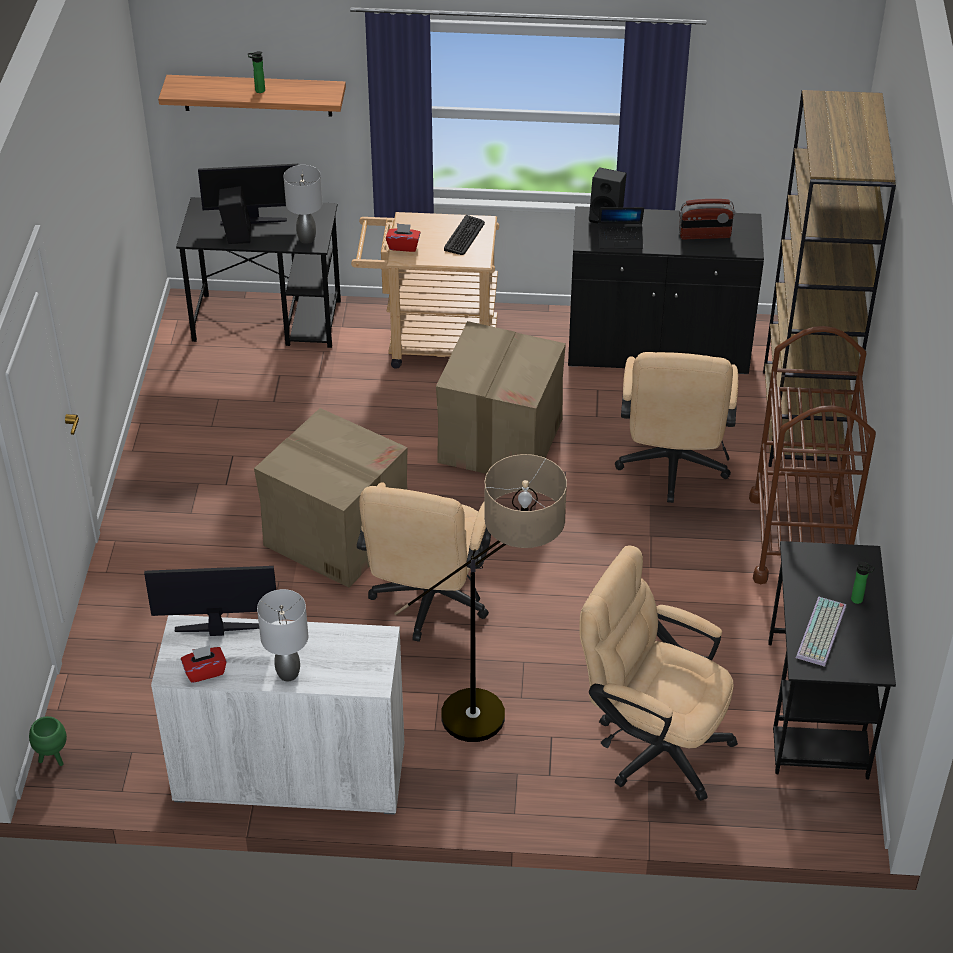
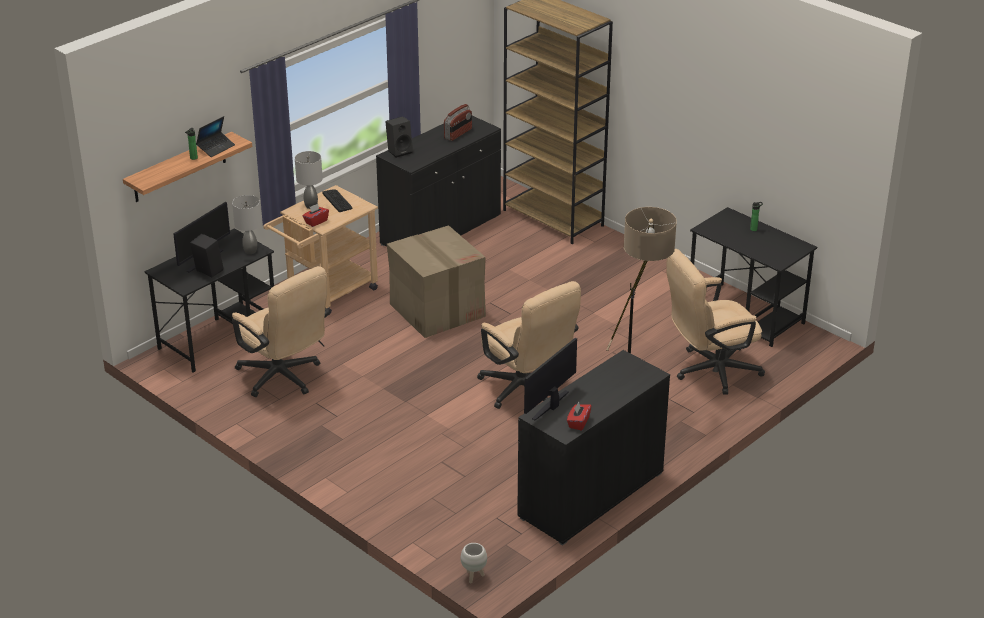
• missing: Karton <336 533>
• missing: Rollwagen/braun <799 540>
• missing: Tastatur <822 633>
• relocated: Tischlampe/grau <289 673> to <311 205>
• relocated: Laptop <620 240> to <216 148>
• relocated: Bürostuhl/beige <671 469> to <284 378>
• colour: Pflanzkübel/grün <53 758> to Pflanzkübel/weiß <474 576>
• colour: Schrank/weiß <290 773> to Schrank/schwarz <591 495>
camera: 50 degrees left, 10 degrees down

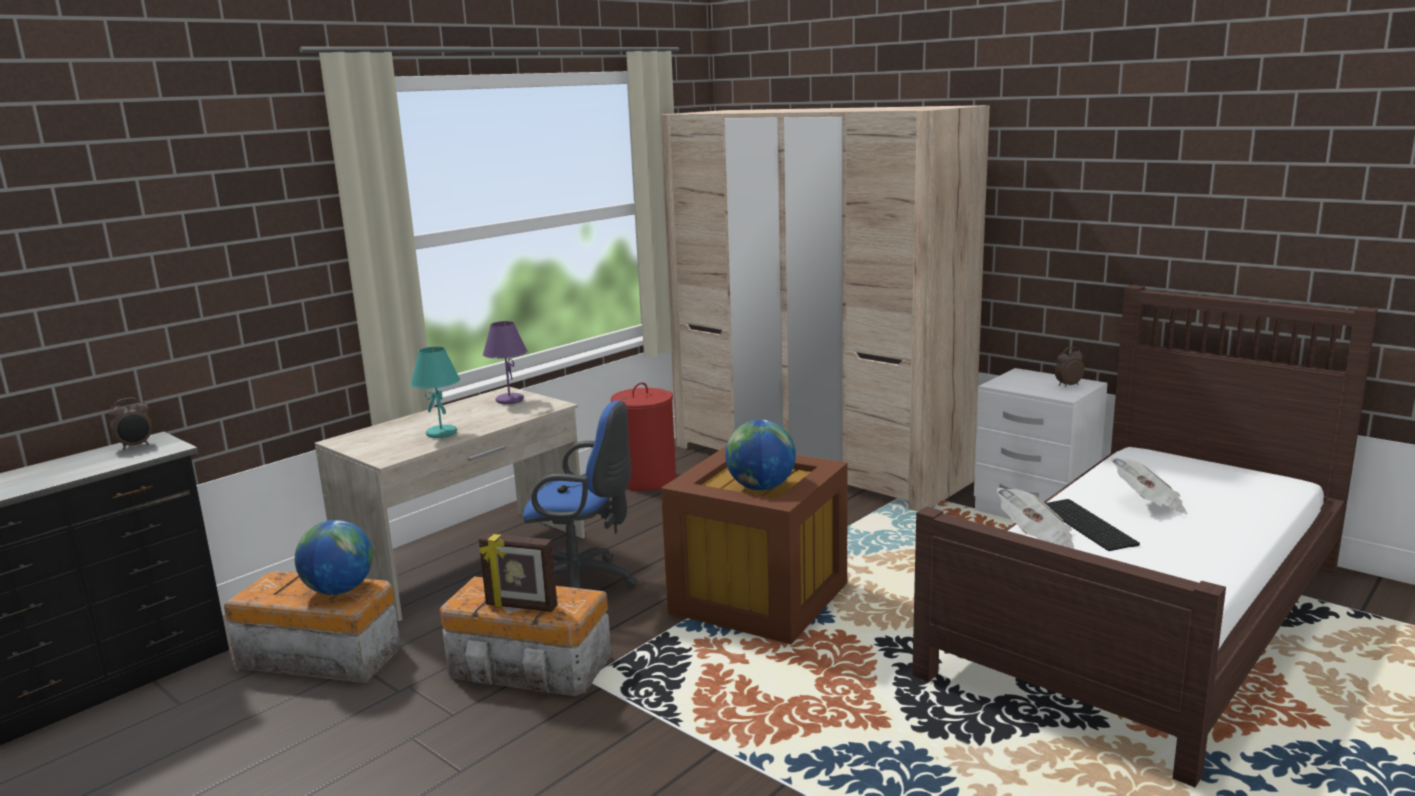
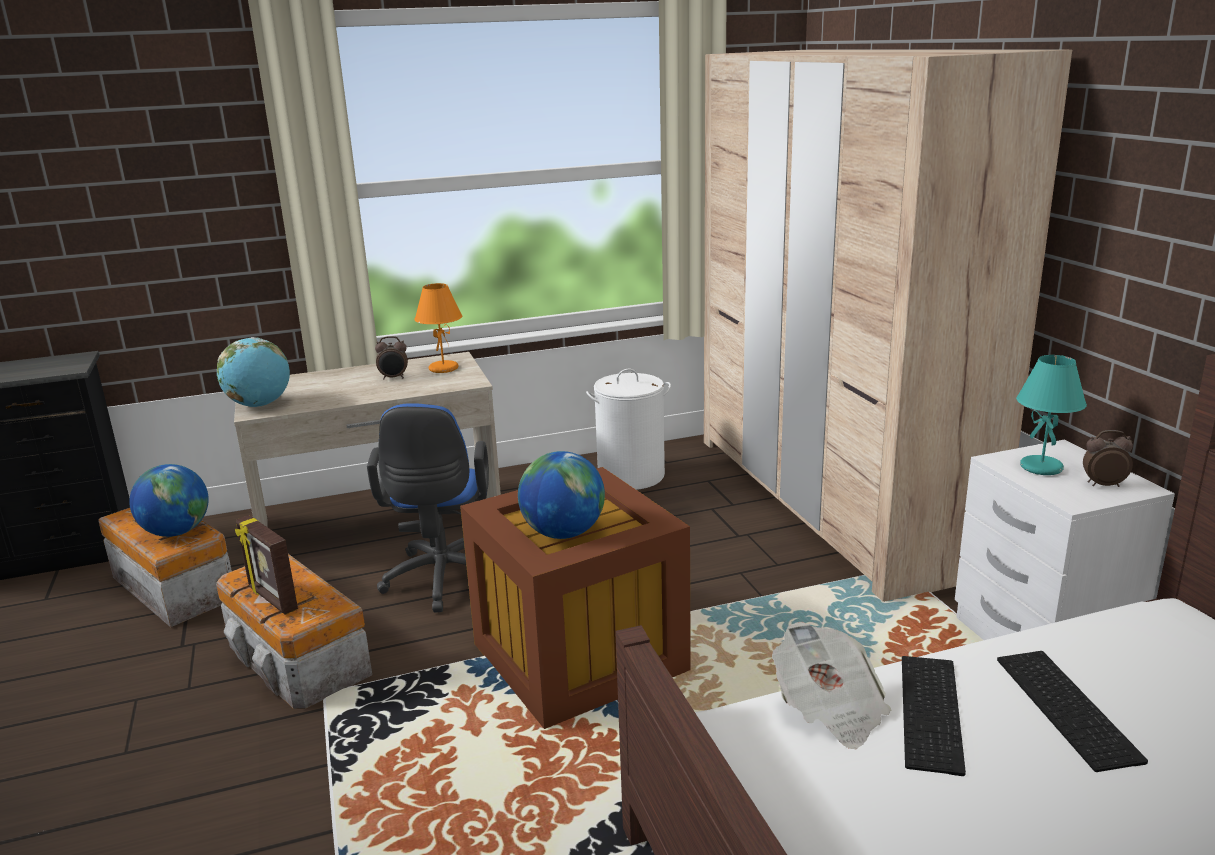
• appeared: Globus <259 405>
• relocated: Wecker <136 446> to <394 378>
• relocated: Tischlampe/türkis <442 433> to <1042 467>
• exchanged: Zeitung <1148 504> to Tastatur <1070 708>
• colour: Tischlampe/lila <509 400> to Tischlampe/orange <443 368>
• colour: Wäschekorb/rot <646 479> to Wäschekorb/weiß <631 476>
• spun: Bürostuhl/blau <583 584> = <442 581> 45 degrees clockwise
camera: 30 degrees right, 5 degrees up

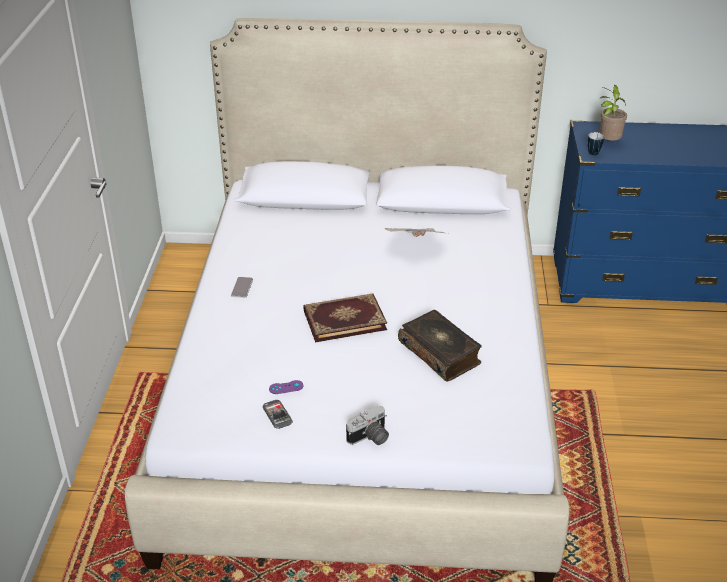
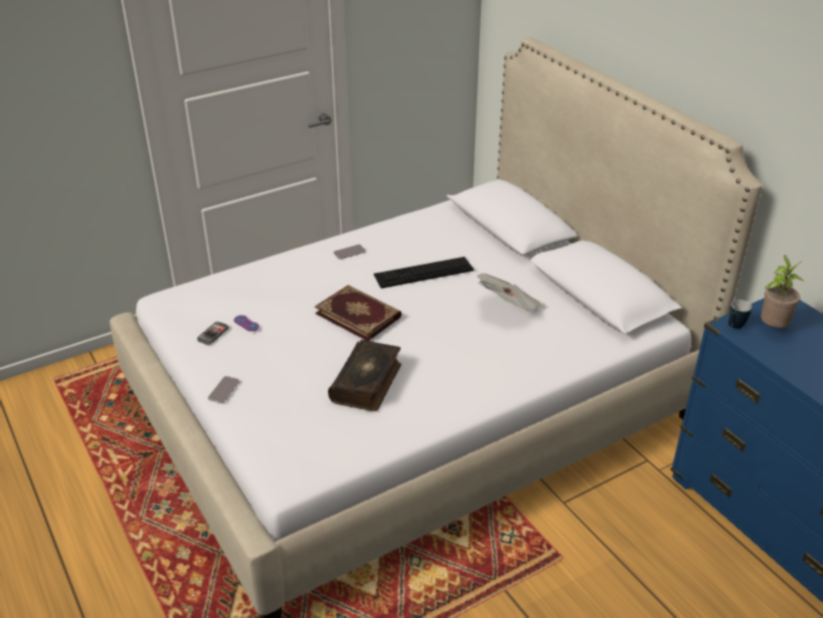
• appeared: Tastatur <423 272>
• exchanged: Kamera <370 438> to Handy <224 390>
camera: 55 degrees right, 0 degrees up

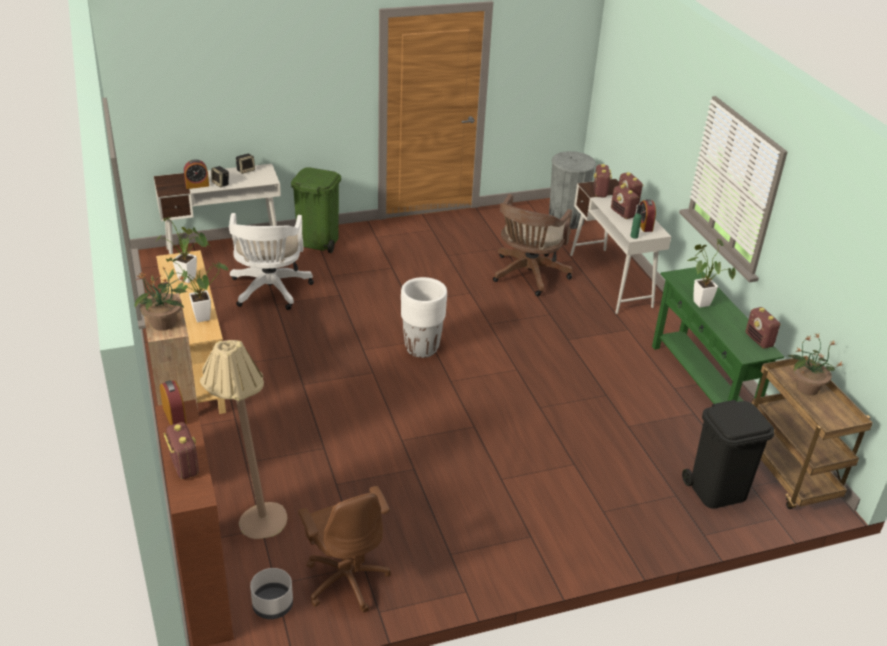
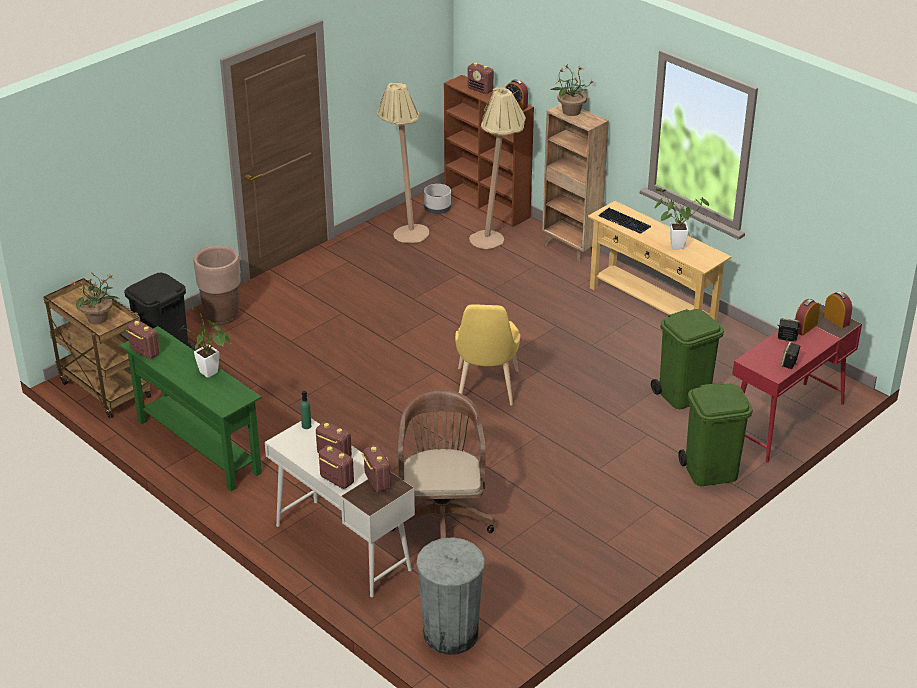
• appeared: Pflanzkübel/braun <222 316>
• relocated: Wecker <644 225> to <836 320>
• exchanged: Topfpflanze <198 318> to Tastatur <624 221>
• exchanged: Bürostuhl/weiß <269 291> to Mülleimer/grün <684 395>
• exchanged: Bürostuhl/braun <346 579> to Stehlampe/beige <405 231>
• exchanged: Pflanzkübel/weiß <422 348> to Stuhl/gelb <486 390>
• colour: Schreibtisch/weiß <224 251> to Schreibtisch/rot <786 422>
camera: 155 degrees right, 0 degrees up

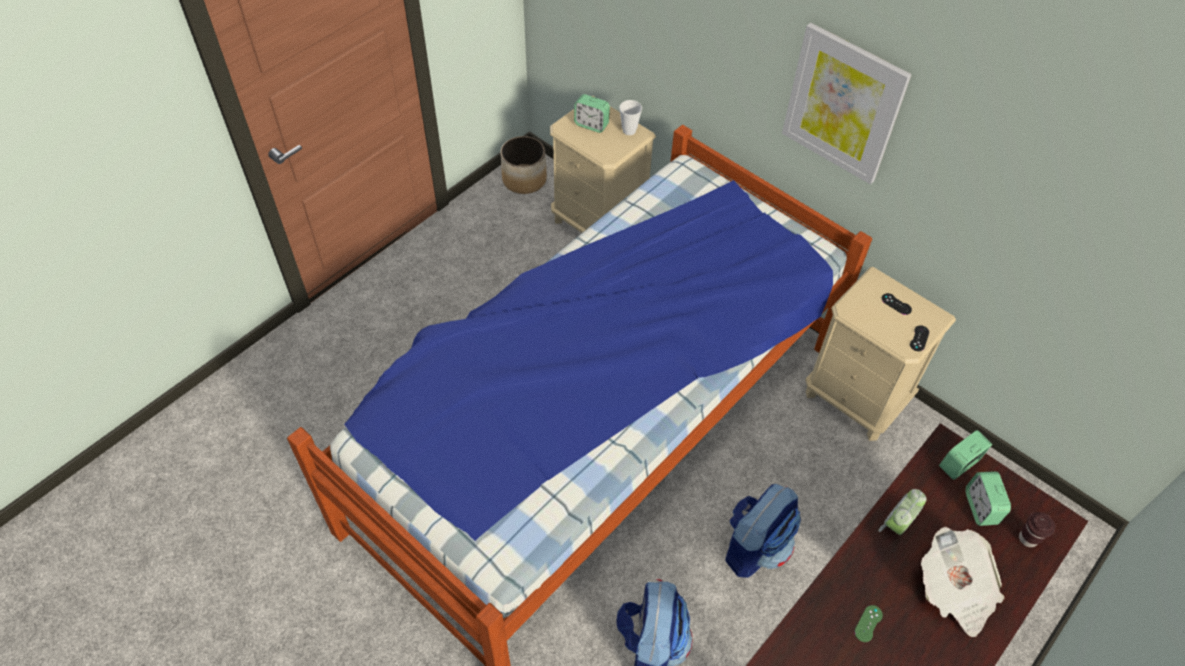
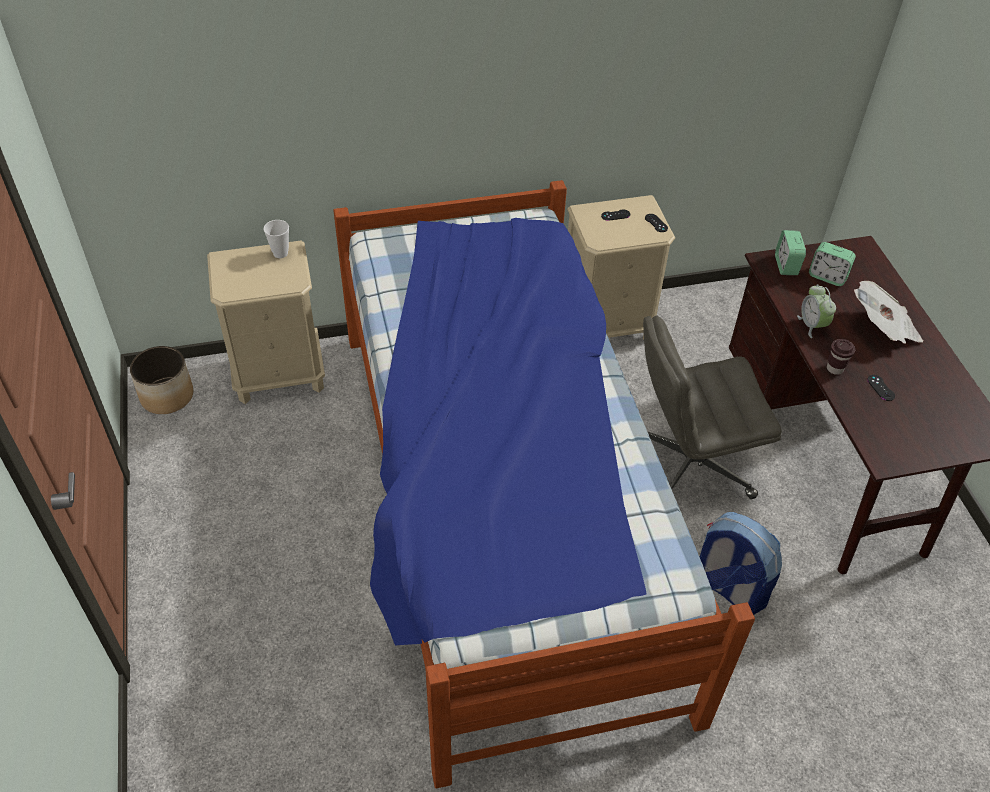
• missing: Wecker <591 124>
• missing: Bild <843 104>
• relocated: Tasse/braun <1028 539> to <835 368>
• exchanged: Rucksack <755 546> to Bürostuhl/grau <687 466>
• colour: Gamepad/grün <868 623> to Gamepad/schwarz <881 388>
camera: 55 degrees left, 5 degrees down

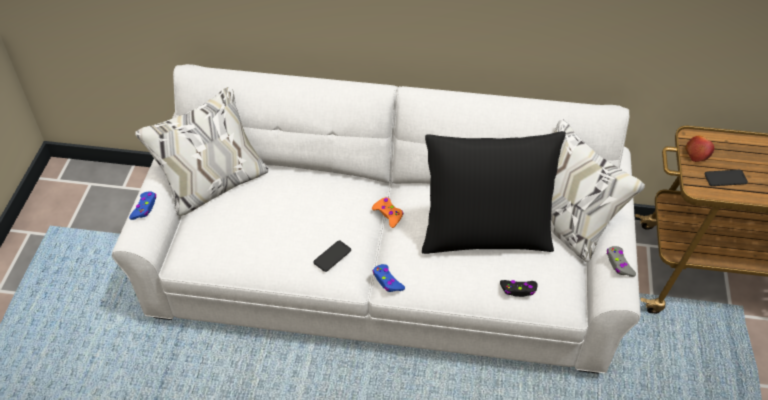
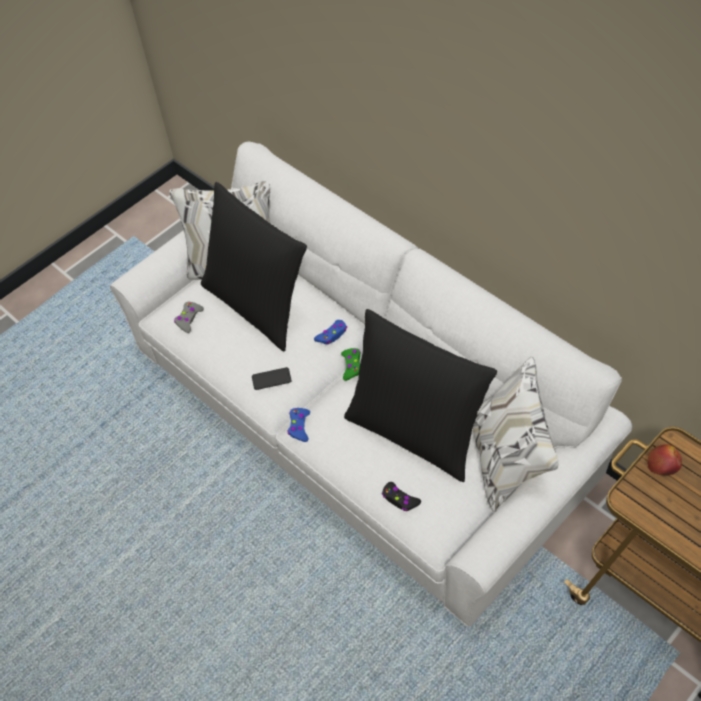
• missing: Handy <725 178>
• appeared: Kissen/schwarz <258 305>
• relocated: Gamepad/blau <144 208> to <332 335>
• relocated: Gamepad/grau <619 264> to <189 319>
• colour: Gamepad/orange <388 214> to Gamepad/grün <351 366>
camera: 40 degrees right, 5 degrees up

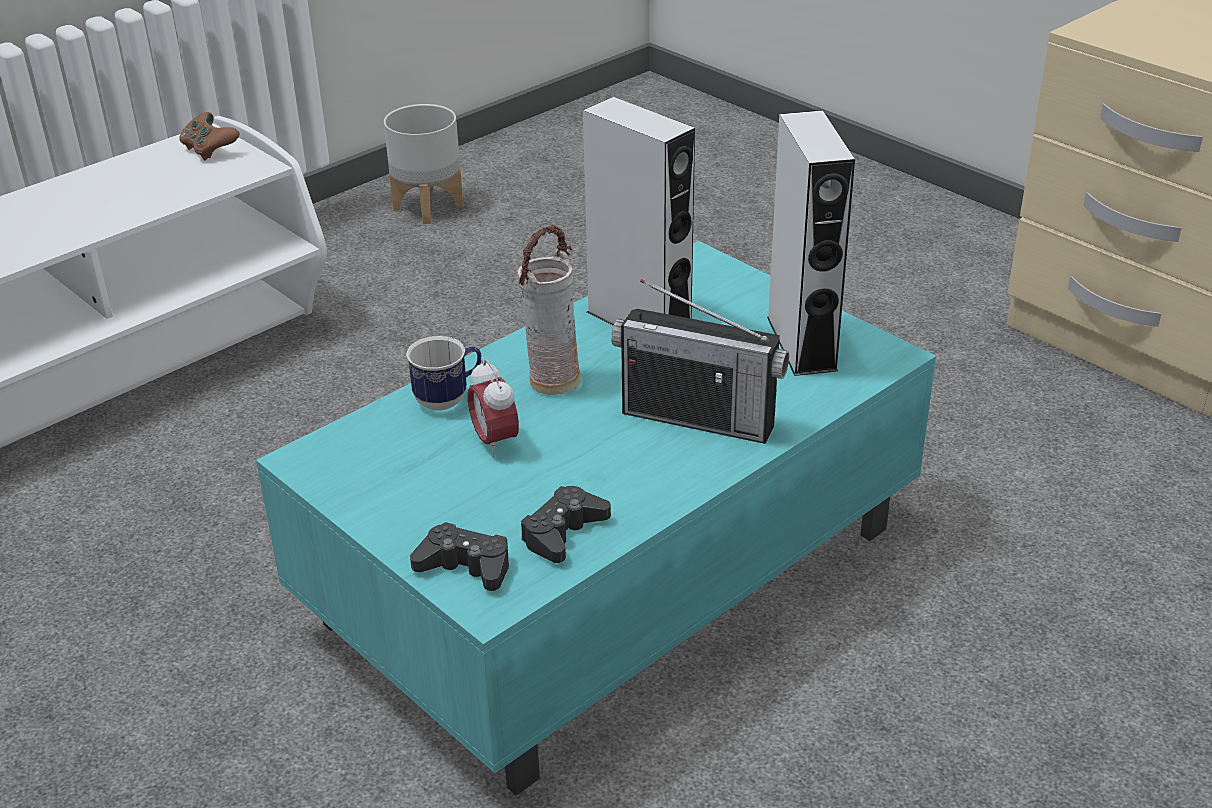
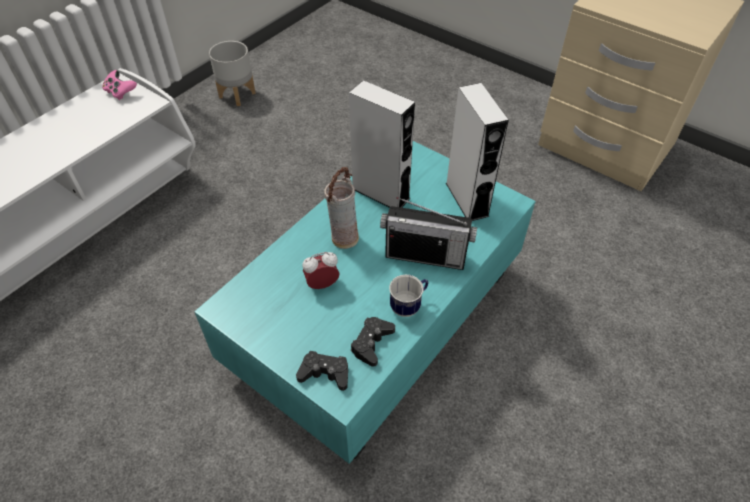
• relocated: Henkelbecher <448 399> to <409 305>
• colour: Gamepad/braun <209 150> to Gamepad/rosa <120 92>
• spun: Wecker <495 442> = <322 284> 105 degrees clockwise
camera: 10 degrees left, 15 degrees up

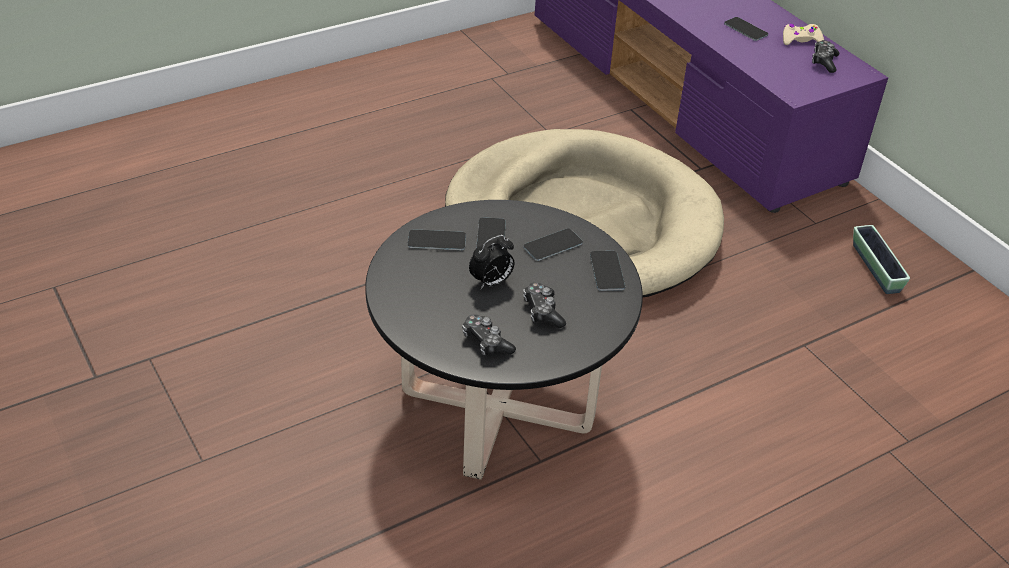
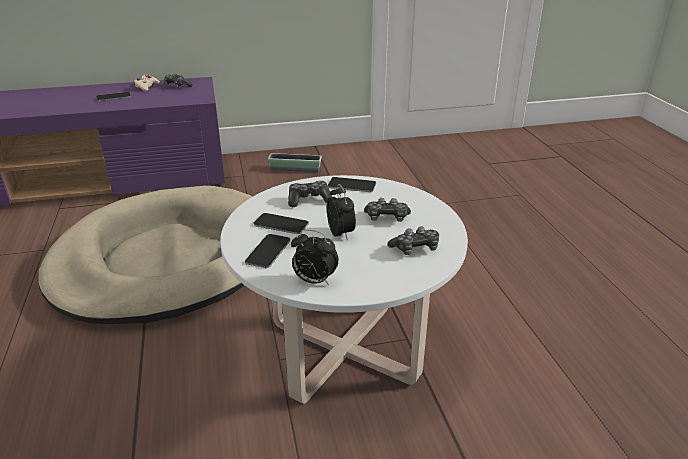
• appeared: Wecker <314 281>
• exchanged: Handy <553 245> to Gamepad <309 200>
• colour: Couchtisch/schwarz <497 408> to Couchtisch/weiß <343 350>
camera: 70 degrees left, 10 degrees down

